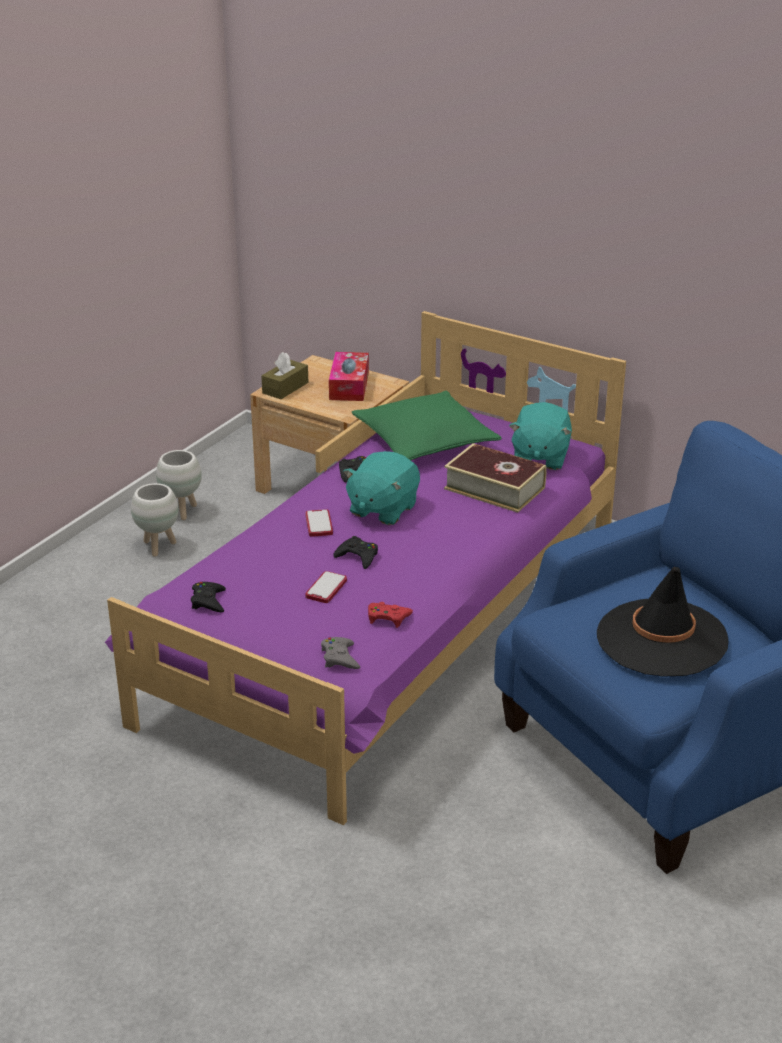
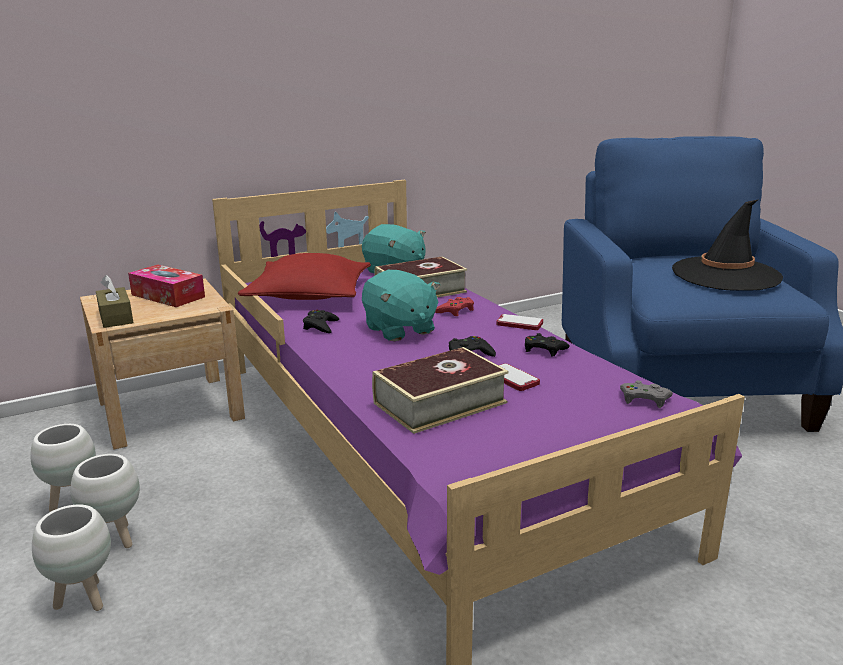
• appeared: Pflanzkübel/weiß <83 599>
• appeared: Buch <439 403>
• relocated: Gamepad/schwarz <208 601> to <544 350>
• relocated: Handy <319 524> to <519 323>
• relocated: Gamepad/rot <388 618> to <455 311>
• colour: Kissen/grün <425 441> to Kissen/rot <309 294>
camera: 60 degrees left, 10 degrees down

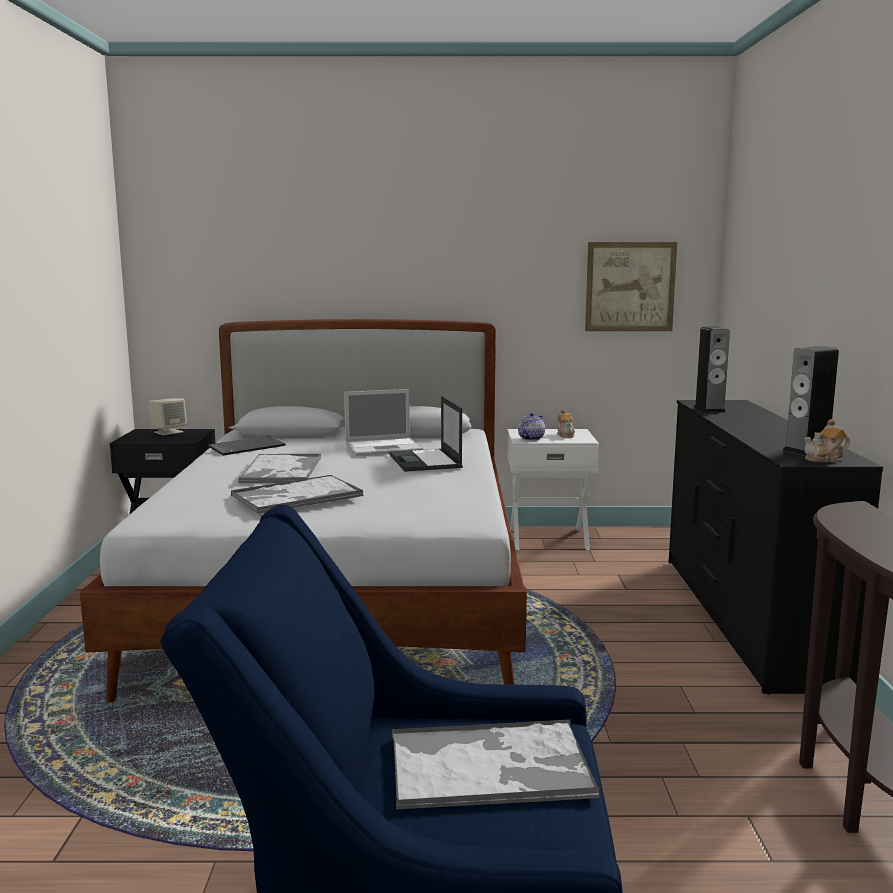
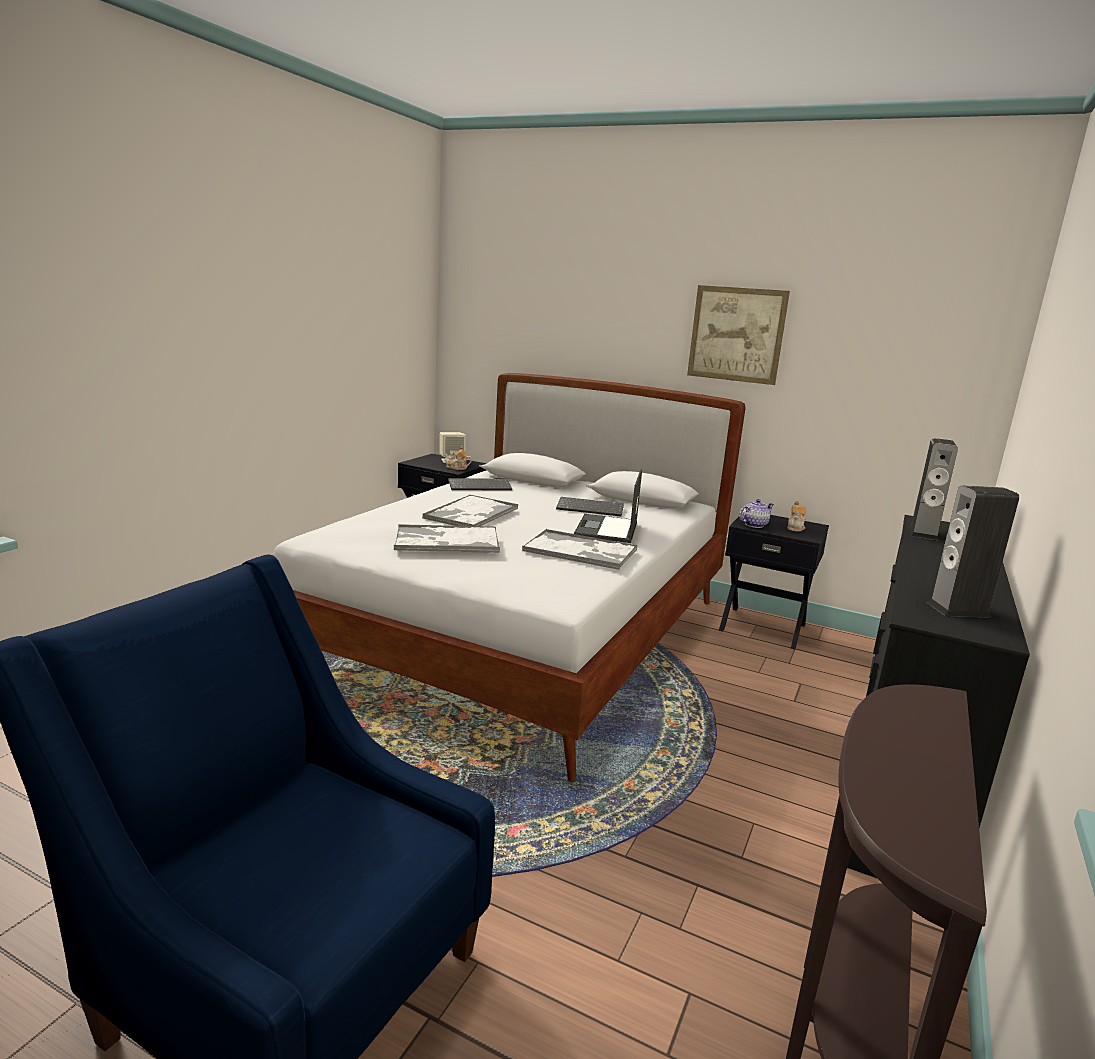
• relocated: Tablett <491 766> to <581 551>
• relocated: Bild <630 287> to <736 334>
• relocated: Teekanne <825 459> to <457 468>
• exchanged: Laptop <385 447> to Tastatur <591 508>
• colour: Nachttisch/weiß <548 538> to Nachttisch/schwarz <763 626>
camera: 25 degrees right, 5 degrees up

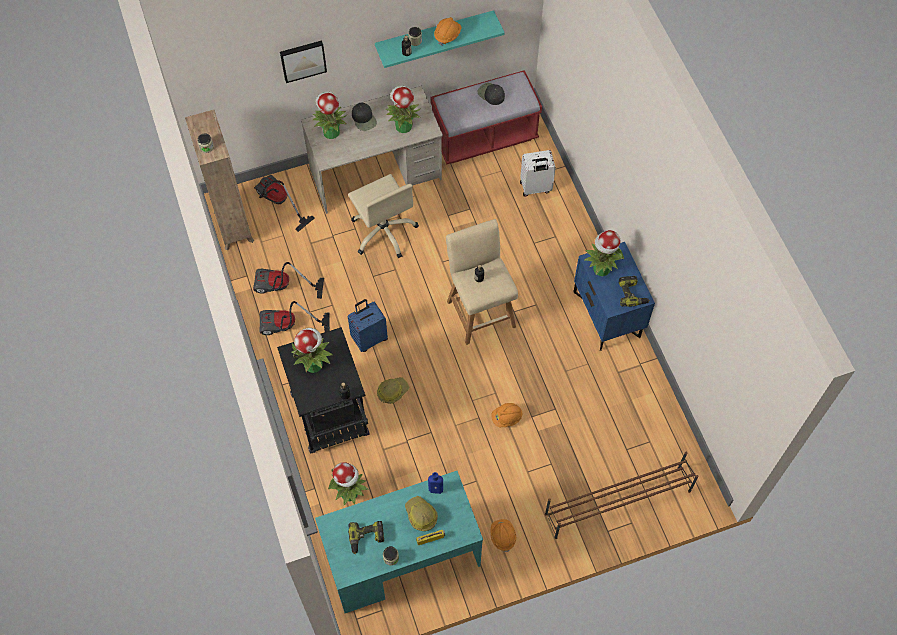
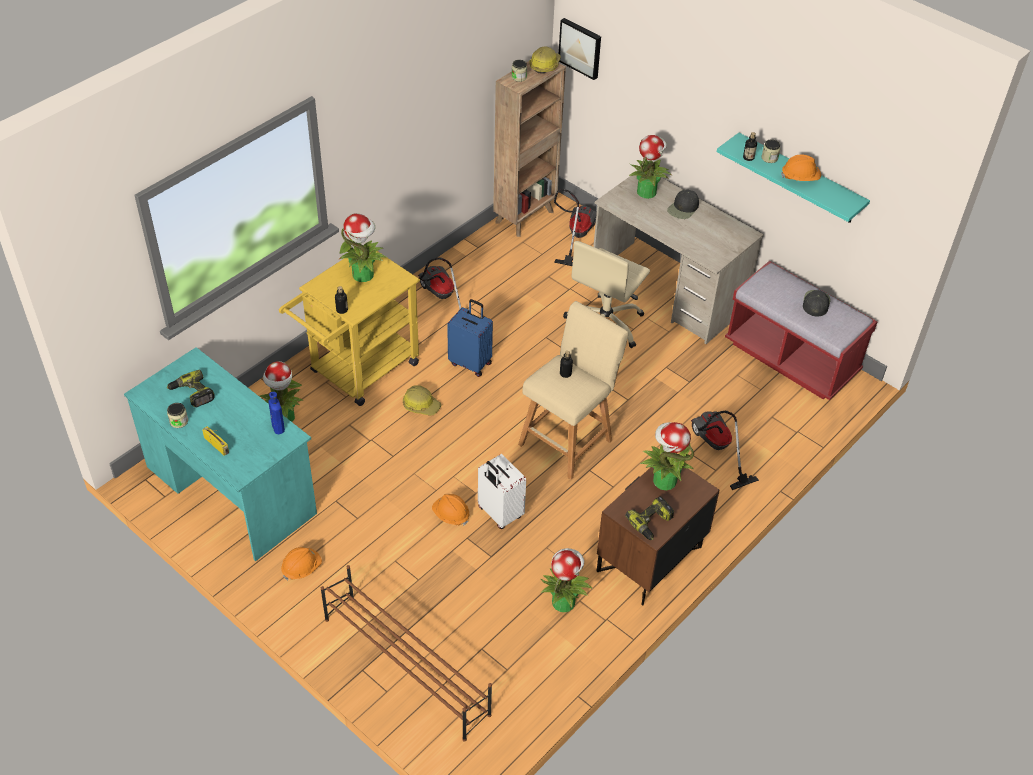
• relocated: Staubsauger <282 288> to <715 448>
• relocated: Bild <303 60> to <581 48>
• relocated: Topfpflanze <403 126> to <563 601>
• relocated: Schutzhelm <421 515> to <544 65>
• relocated: Koffer/weiß <535 188> to <499 513>
• colour: Rollwagen/schwarz <332 421> to Rollwagen/gelb <358 372>
• colour: Nachttisch/blau <607 314> to Nachttisch/braun <650 560>
camera: 60 degrees right, 15 degrees down

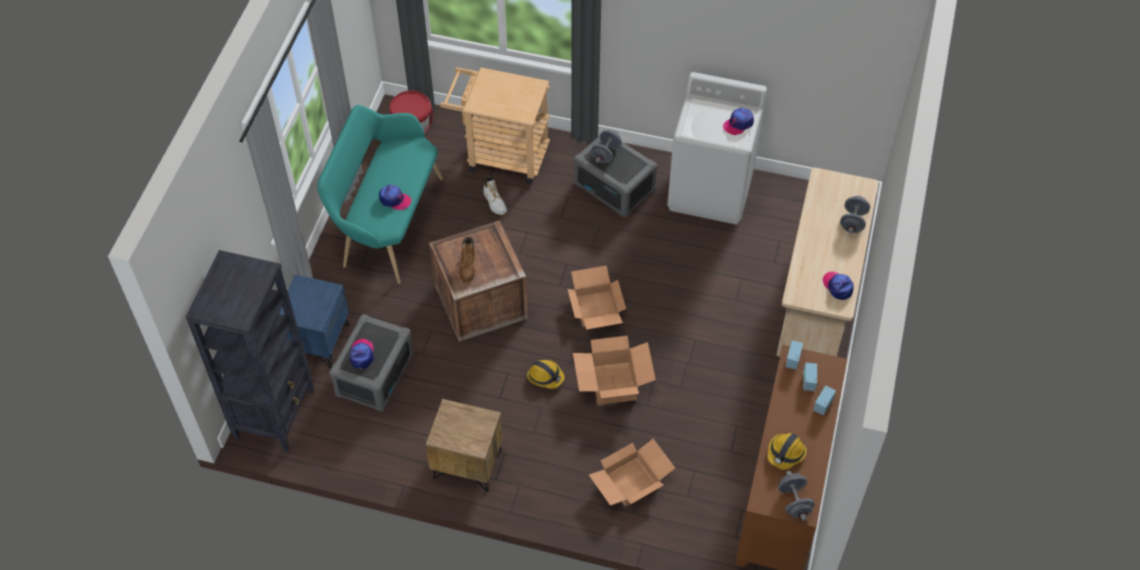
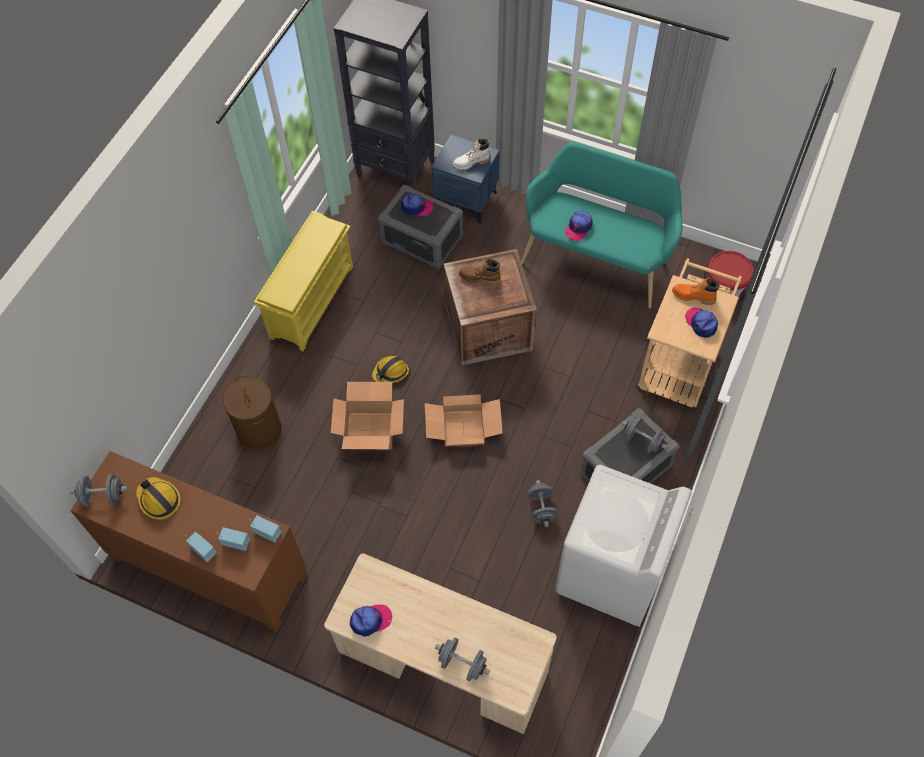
• appeared: Hantel/grau <541 508>
• appeared: Stiefel/orange <693 296>
• relocated: Stiefel/weiß <495 203> to <471 162>
• relocated: Kappe <738 124> to <701 323>
• exchanged: Nachttisch/braun <467 464> to Schuhregal/gelb <312 301>
• exchanged: Karton <631 480> to Wäschekorb/braun <259 430>
camera: 100 degrees right, 5 degrees up

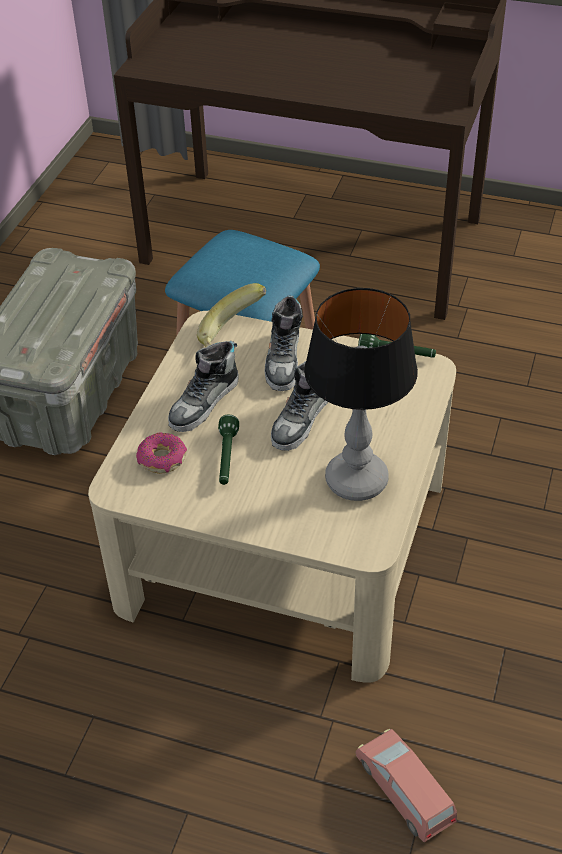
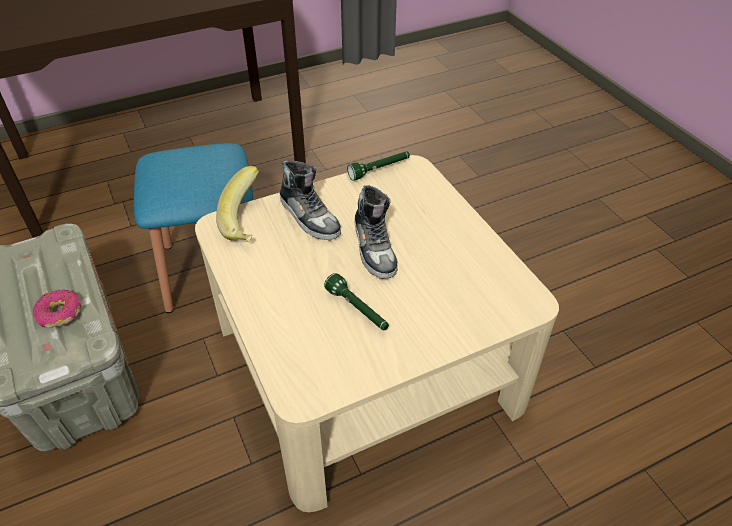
• missing: Schuh <204 403>
• missing: Tischlampe <358 481>
• missing: Spielzeugauto/rosa <405 791>
• relocated: Donut <162 459> to <60 313>
camera: 45 degrees left, 0 degrees up

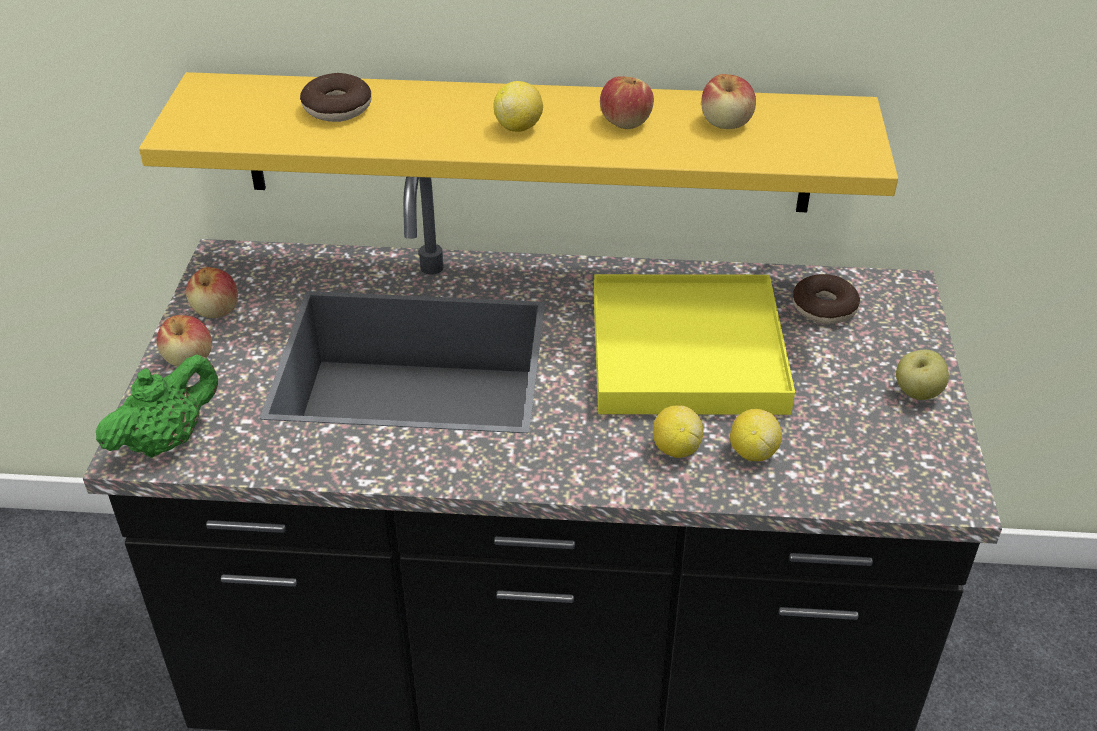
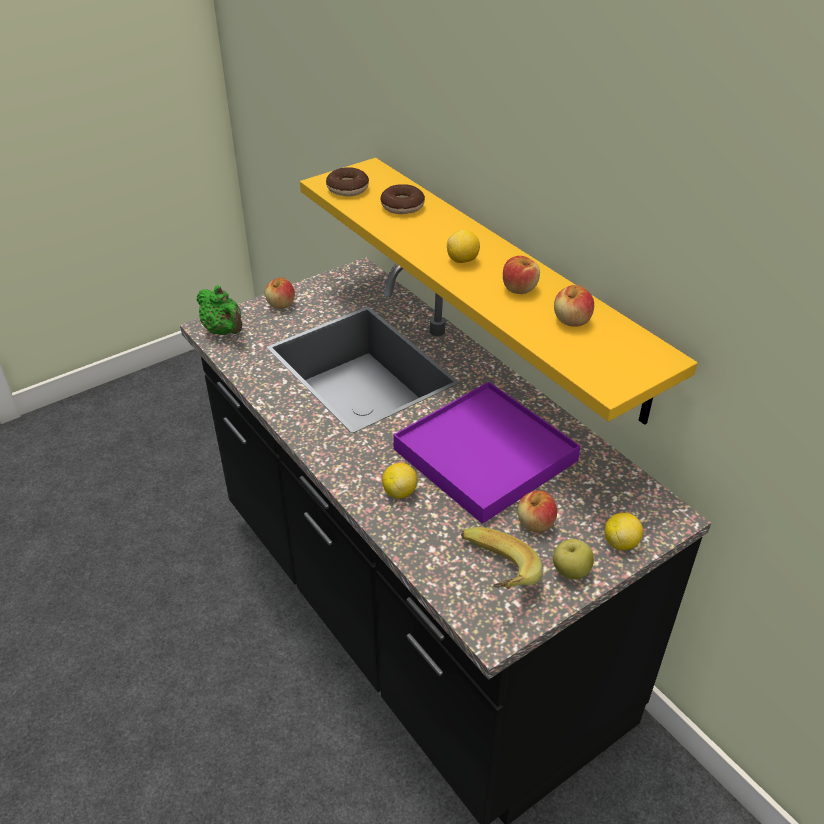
• appeared: Banane <492 577>
• relocated: Apfel <216 310> to <535 523>
• relocated: Zitrone <752 452> to <620 543>
• relocated: Donut <824 308> to <347 188>
• colour: Tablett/gelb <687 351> to Tablett/lila <485 455>
• spun: Teekanne/grün <167 440> = <224 331> 45 degrees clockwise
camera: 50 degrees right, 0 degrees up

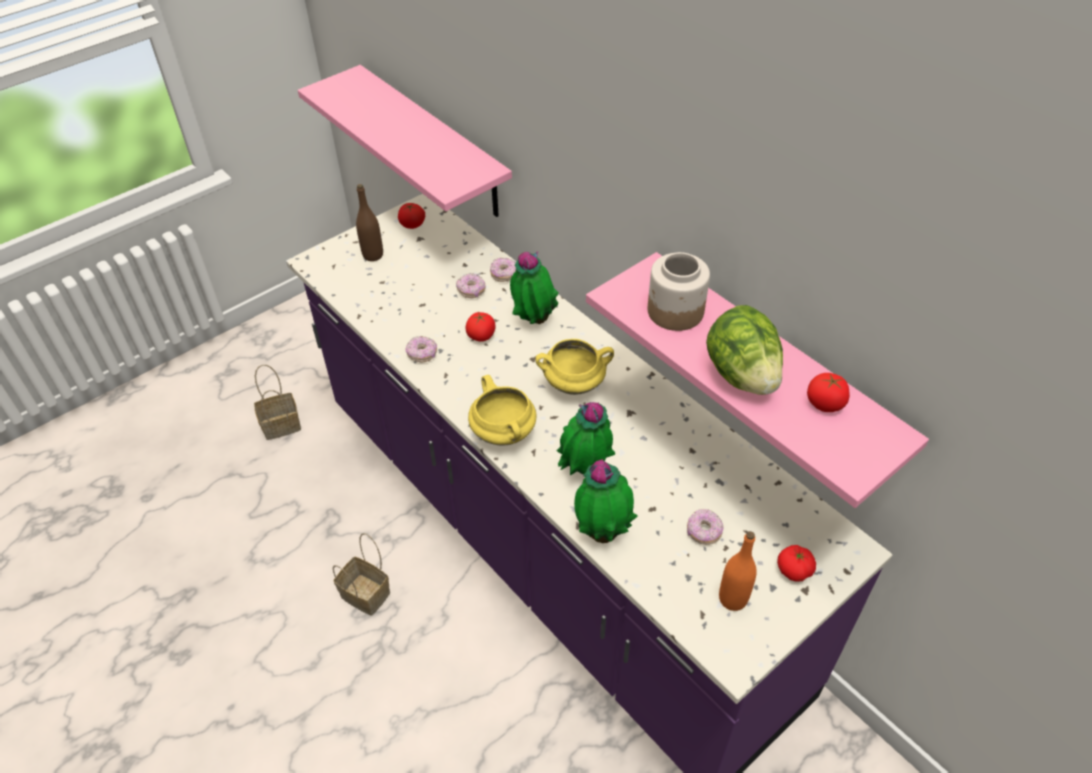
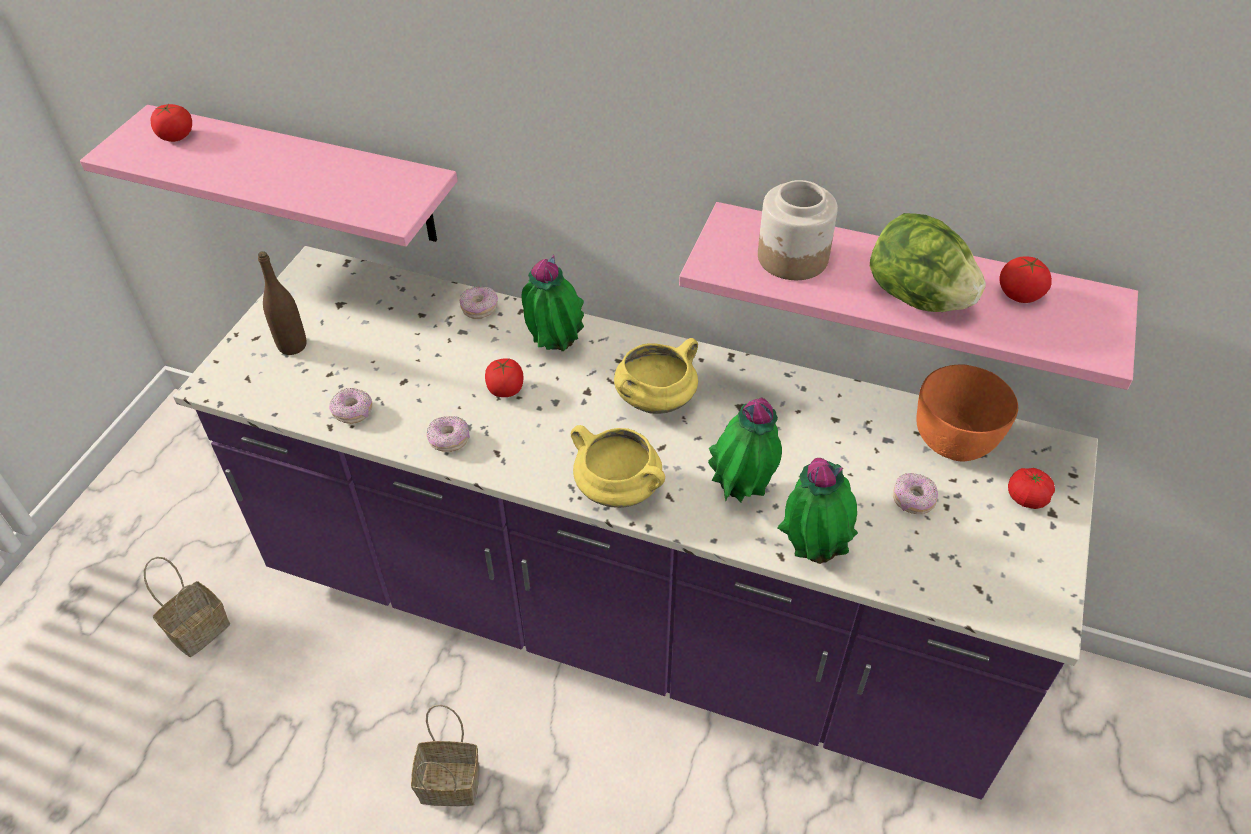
• missing: Flasche/orange <733 599>
• appeared: Schüssel/orange <955 441>
• relocated: Tomate <412 224> to <176 136>
• relocated: Donut <471 291> to <353 412>
camera: 30 degrees left, 0 degrees up

